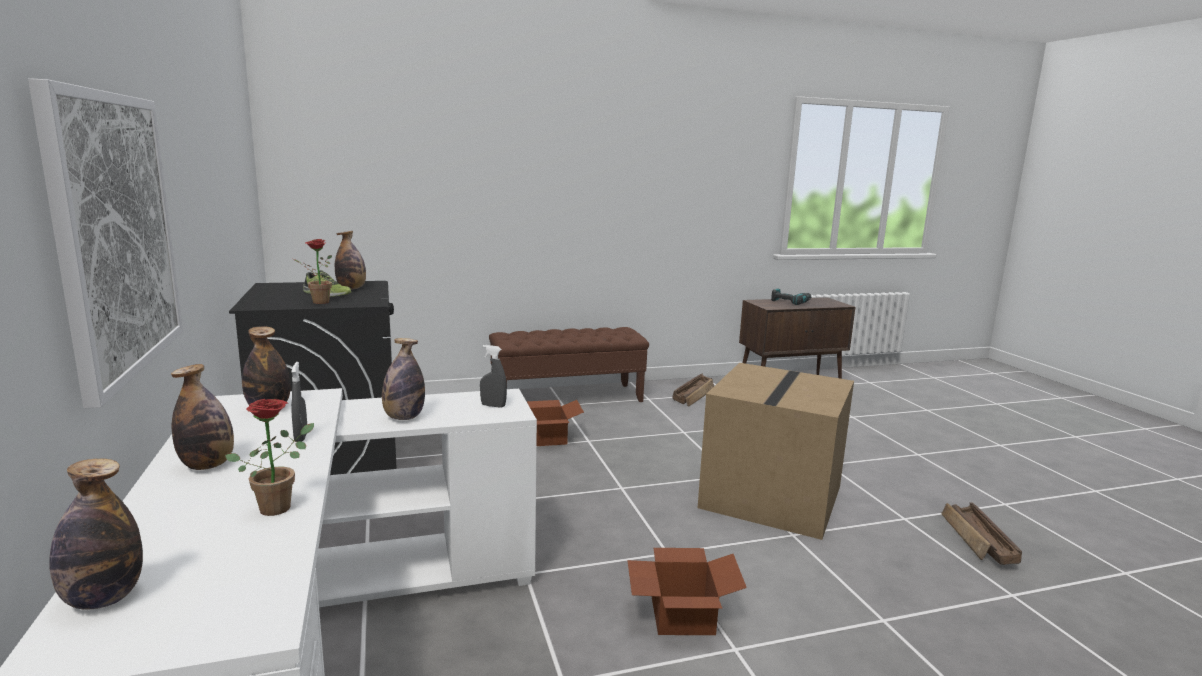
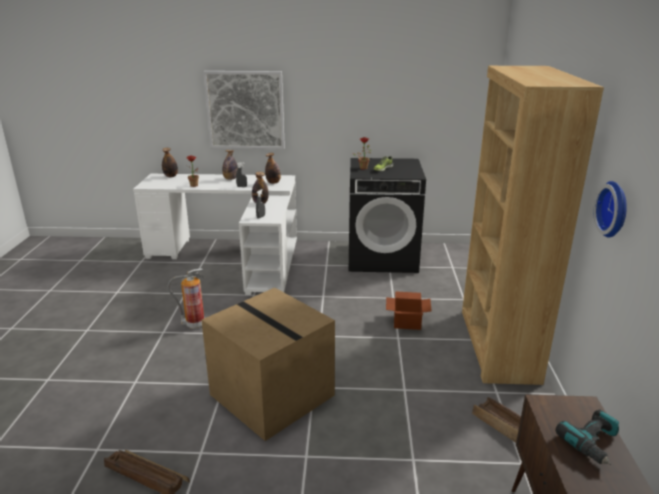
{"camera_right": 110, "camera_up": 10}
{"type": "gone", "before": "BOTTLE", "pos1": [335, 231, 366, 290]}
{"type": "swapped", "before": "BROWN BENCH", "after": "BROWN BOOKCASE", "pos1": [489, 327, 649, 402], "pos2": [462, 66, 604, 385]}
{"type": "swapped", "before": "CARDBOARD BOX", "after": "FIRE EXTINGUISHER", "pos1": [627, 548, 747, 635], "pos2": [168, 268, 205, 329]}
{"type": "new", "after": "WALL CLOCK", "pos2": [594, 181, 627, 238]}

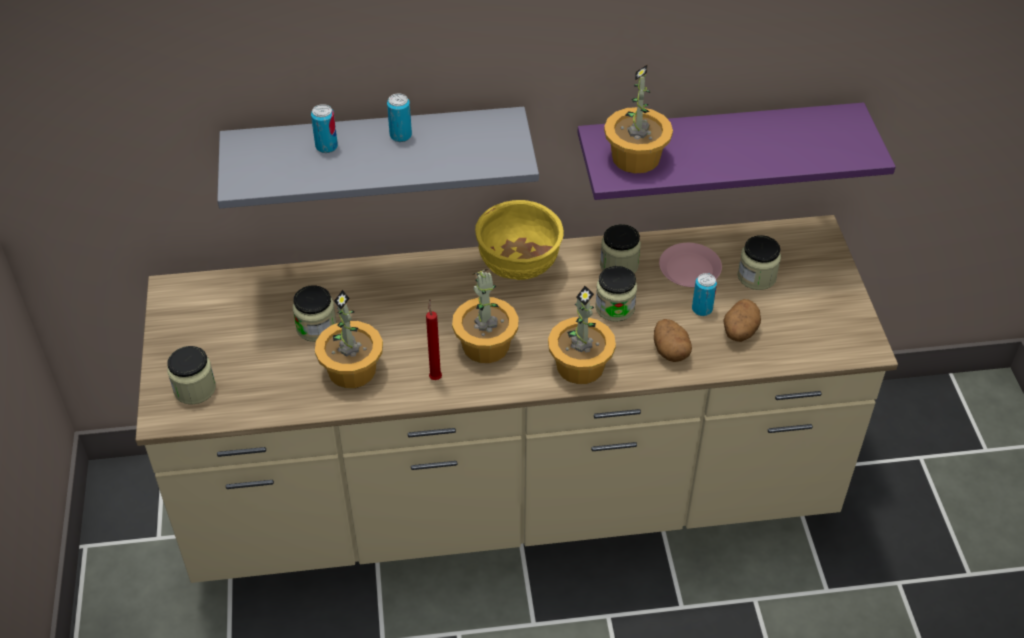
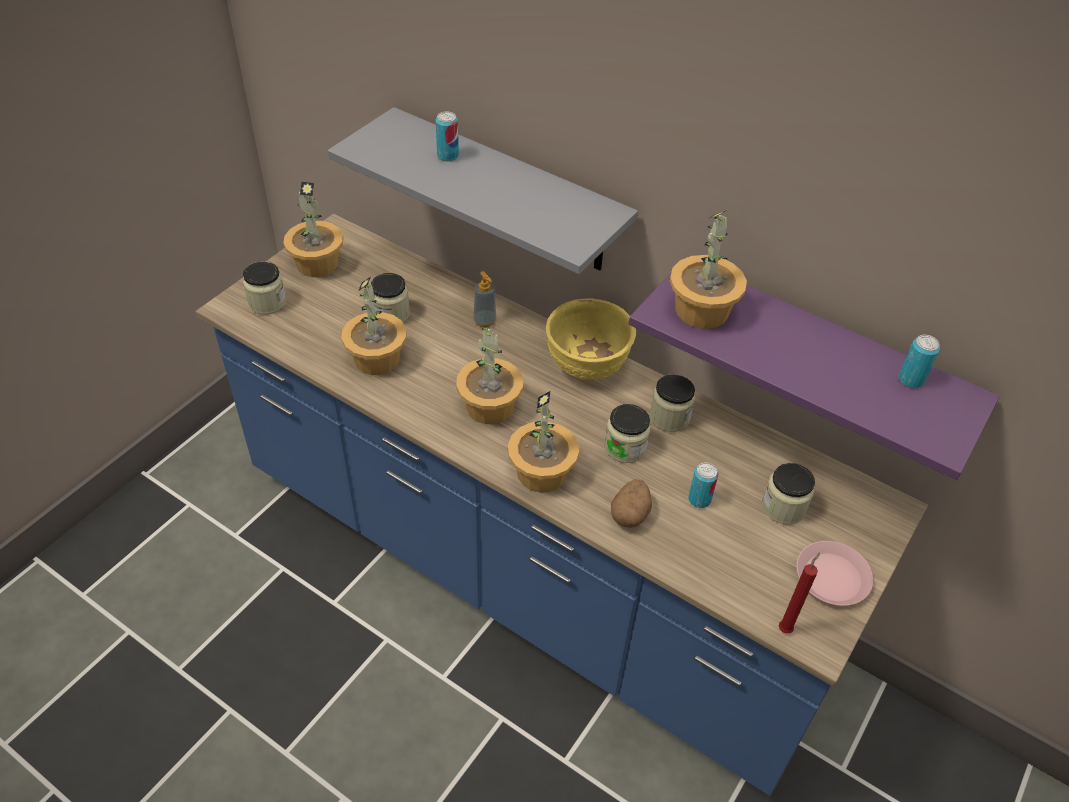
{"camera_right": 40, "camera_up": 0}
{"type": "repainted", "before": "BEIGE COUNTER", "after": "BLUE COUNTER", "pos1": [136, 215, 898, 583], "pos2": [196, 214, 928, 796]}
{"type": "shifted", "before": "CAN", "pos1": [387, 93, 412, 142], "pos2": [898, 335, 940, 388]}
{"type": "shifted", "before": "RED CANDLE", "pos1": [426, 299, 442, 380], "pos2": [779, 552, 820, 634]}
{"type": "shifted", "before": "PINK PLATE", "pos1": [659, 243, 722, 287], "pos2": [796, 541, 873, 606]}
{"type": "gone", "before": "POTATO", "pos1": [723, 299, 761, 342]}
{"type": "new", "after": "POTTED PLANT", "pos2": [283, 182, 343, 277]}
{"type": "new", "after": "SOAP DISPENSER", "pos2": [473, 271, 496, 327]}

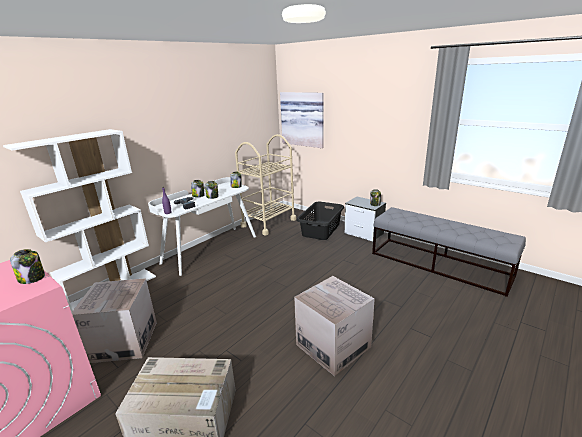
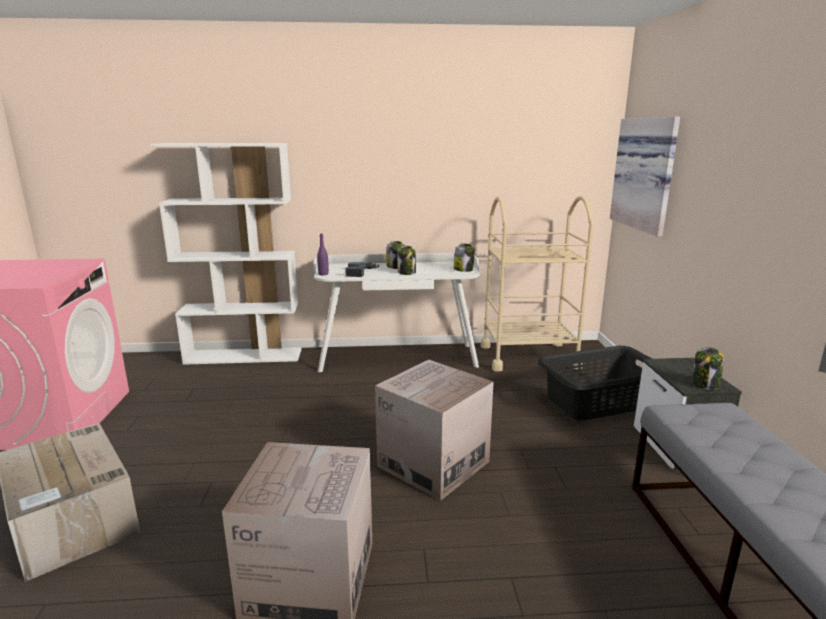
{"camera_right": 45, "camera_up": -5}
{"type": "gone", "before": "JAR", "pos1": [10, 249, 45, 284]}
{"type": "shifted", "before": "CARDBOARD BOX", "pos1": [72, 278, 157, 363], "pos2": [375, 360, 494, 501]}

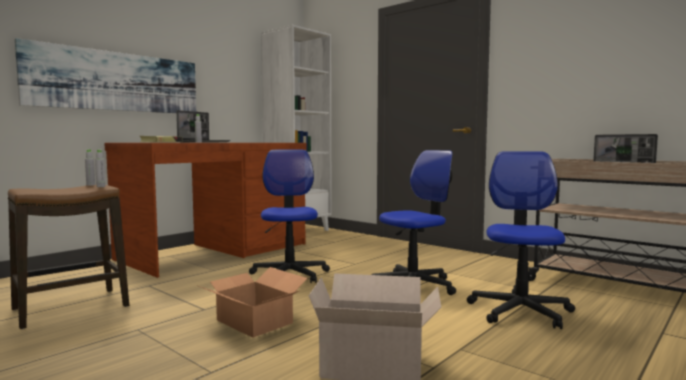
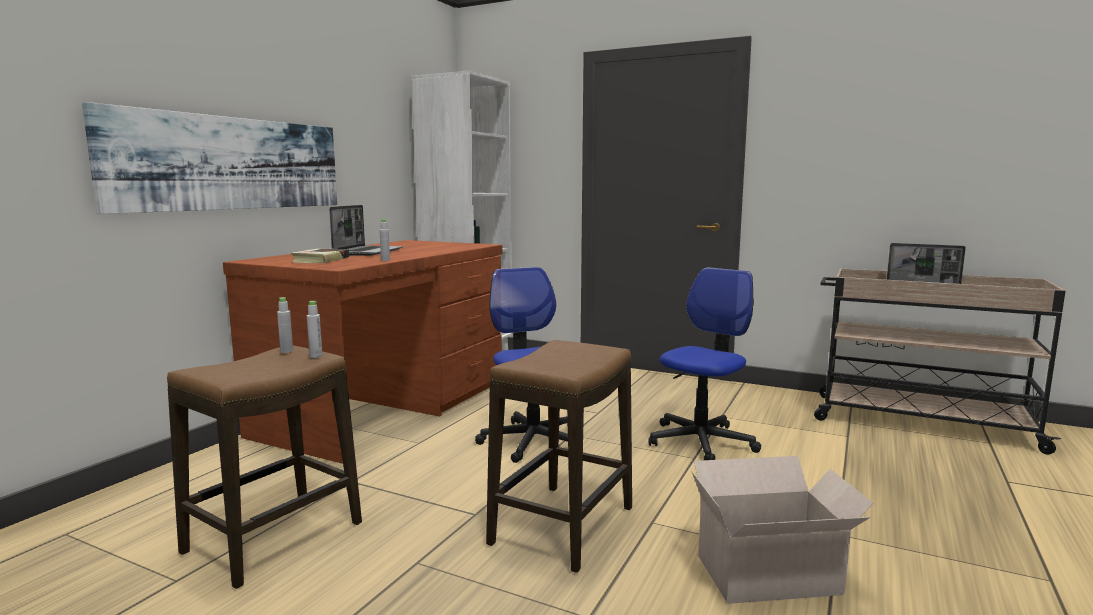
{"camera_right": -15, "camera_up": 5}
{"type": "swapped", "before": "CARDBOARD BOX", "after": "STOOL", "pos1": [199, 267, 307, 338], "pos2": [486, 340, 632, 573]}
{"type": "gone", "before": "OFFICE CHAIR", "pos1": [467, 151, 575, 329]}

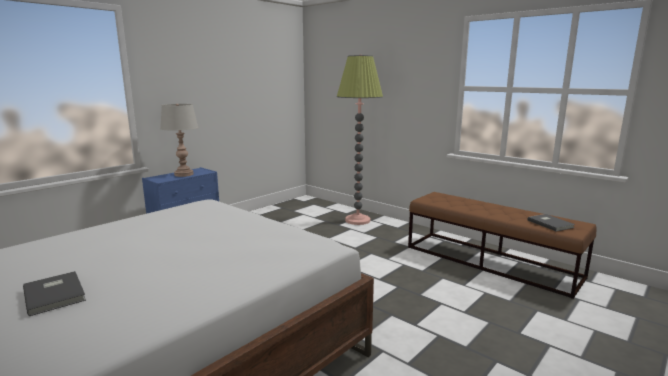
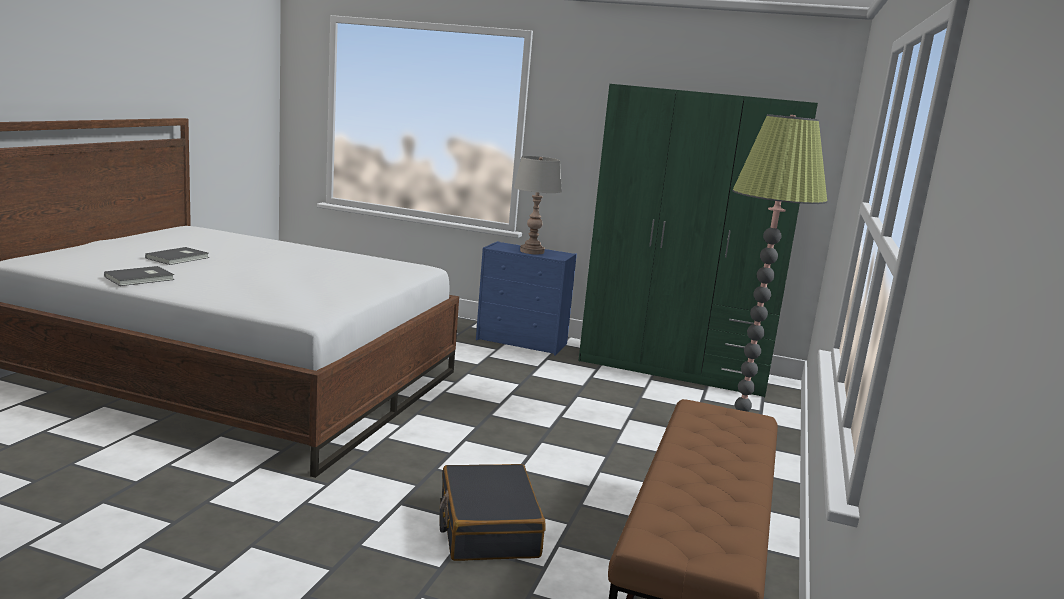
{"camera_right": 65, "camera_up": 0}
{"type": "shifted", "before": "GREY BOOK", "pos1": [527, 214, 575, 231], "pos2": [104, 266, 175, 286]}
{"type": "new", "after": "BLACK SUITCASE", "pos2": [439, 464, 546, 561]}
{"type": "new", "after": "GREEN WARDROBE", "pos2": [578, 84, 818, 397]}

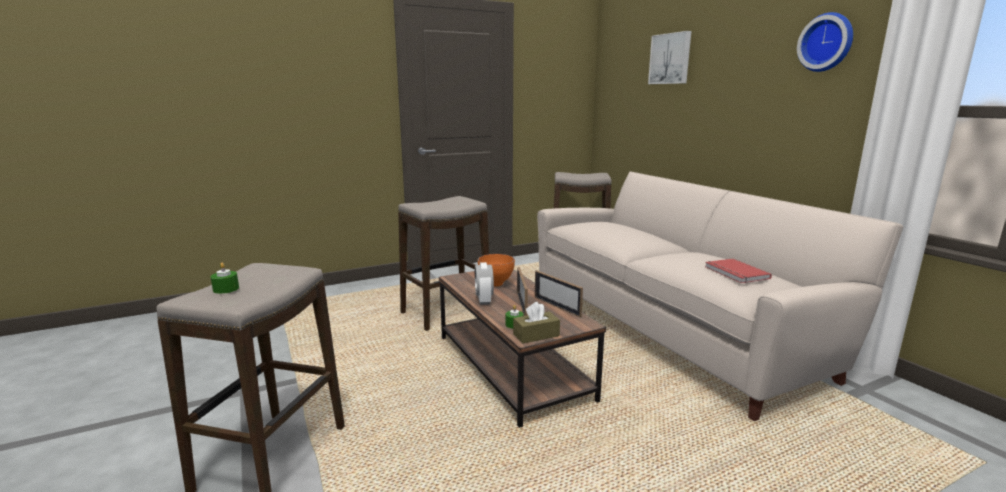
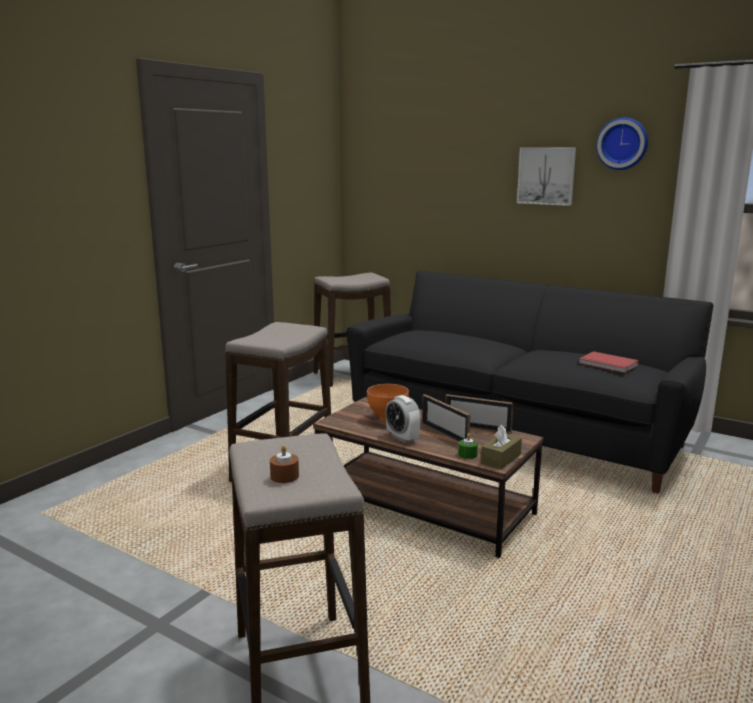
{"camera_right": -30, "camera_up": 0}
{"type": "repainted", "before": "GREEN CANDLE", "after": "BROWN CANDLE", "pos1": [210, 263, 239, 294], "pos2": [270, 445, 299, 483]}
{"type": "repainted", "before": "BEIGE SOFA", "after": "BLACK SOFA", "pos1": [537, 172, 903, 421], "pos2": [346, 271, 714, 494]}
{"type": "shifted", "before": "PICTURE", "pos1": [648, 31, 691, 84], "pos2": [517, 148, 576, 206]}

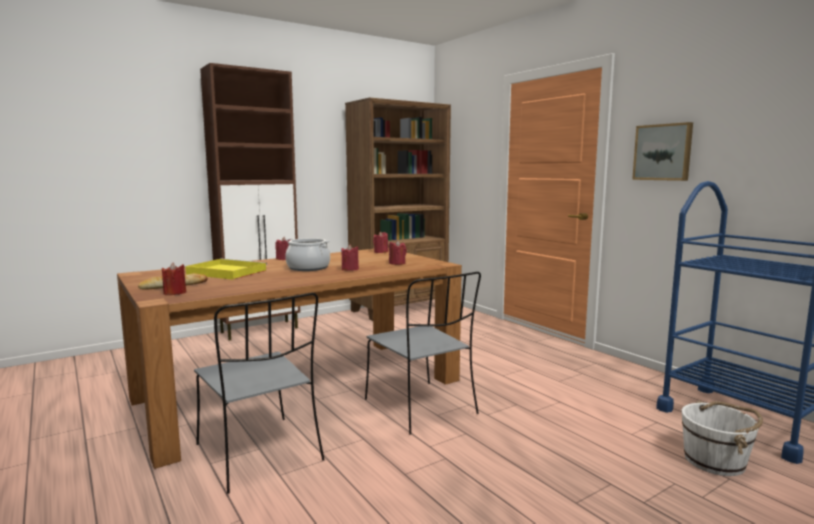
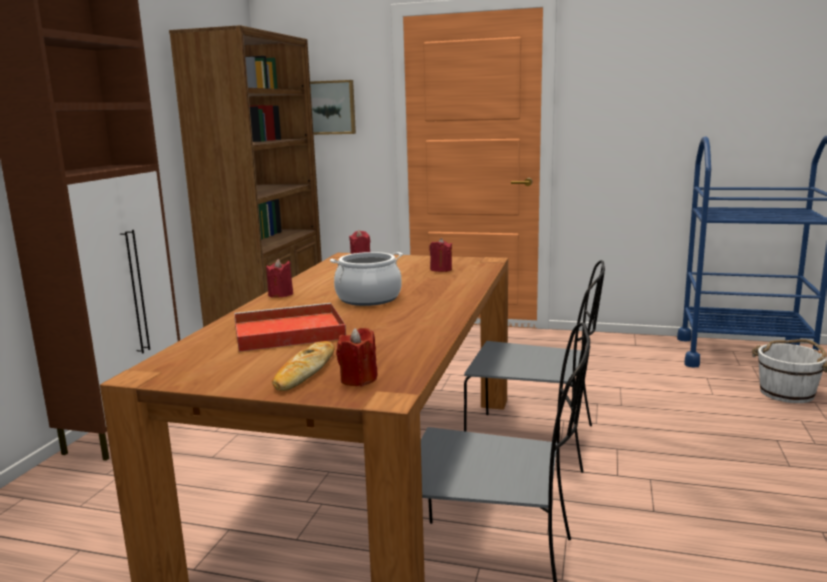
{"camera_right": -40, "camera_up": 5}
{"type": "repainted", "before": "YELLOW TRAY", "after": "RED TRAY", "pos1": [185, 259, 267, 280], "pos2": [234, 303, 346, 352]}
{"type": "gone", "before": "RED CANDLE", "pos1": [341, 244, 359, 271]}
{"type": "shifted", "before": "PICTURE", "pos1": [632, 122, 693, 181], "pos2": [310, 80, 356, 135]}

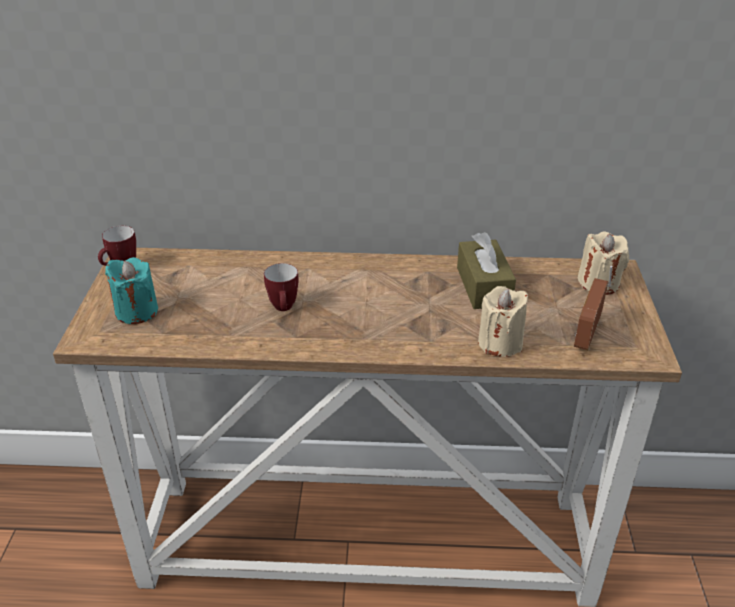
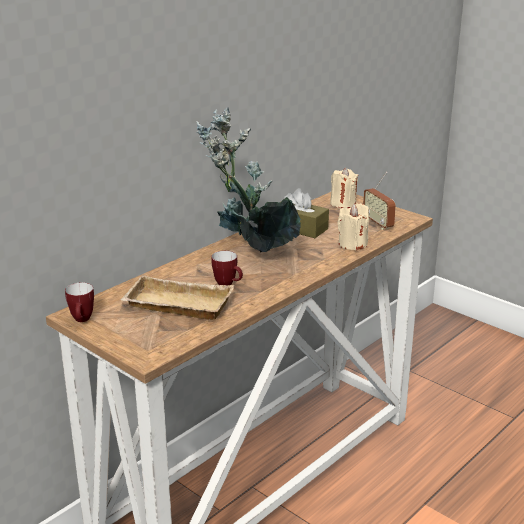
{"camera_right": -50, "camera_up": -10}
{"type": "gone", "before": "TURQUOISE CANDLE", "pos1": [105, 257, 158, 324]}
{"type": "new", "after": "BEIGE TRAY", "pos2": [121, 275, 234, 320]}
{"type": "new", "after": "POTTED PLANT", "pos2": [197, 107, 301, 252]}

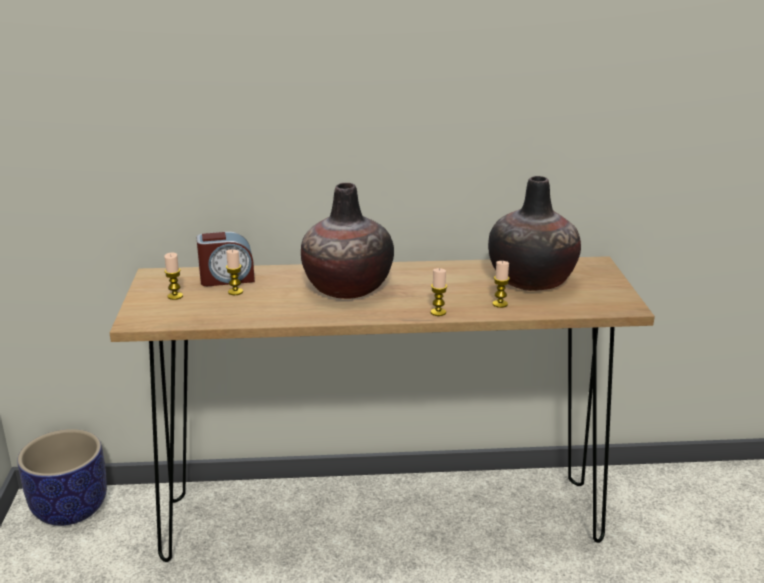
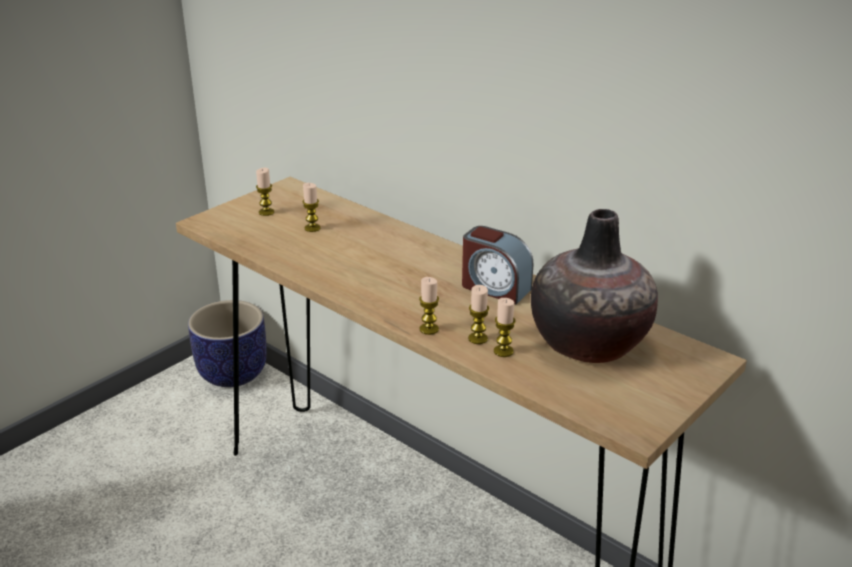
{"camera_right": 45, "camera_up": 5}
{"type": "shifted", "before": "ALARM CLOCK", "pos1": [196, 232, 255, 286], "pos2": [462, 226, 533, 304]}
{"type": "gone", "before": "VASE", "pos1": [301, 183, 394, 299]}
{"type": "new", "after": "CANDLE", "pos2": [468, 285, 489, 344]}

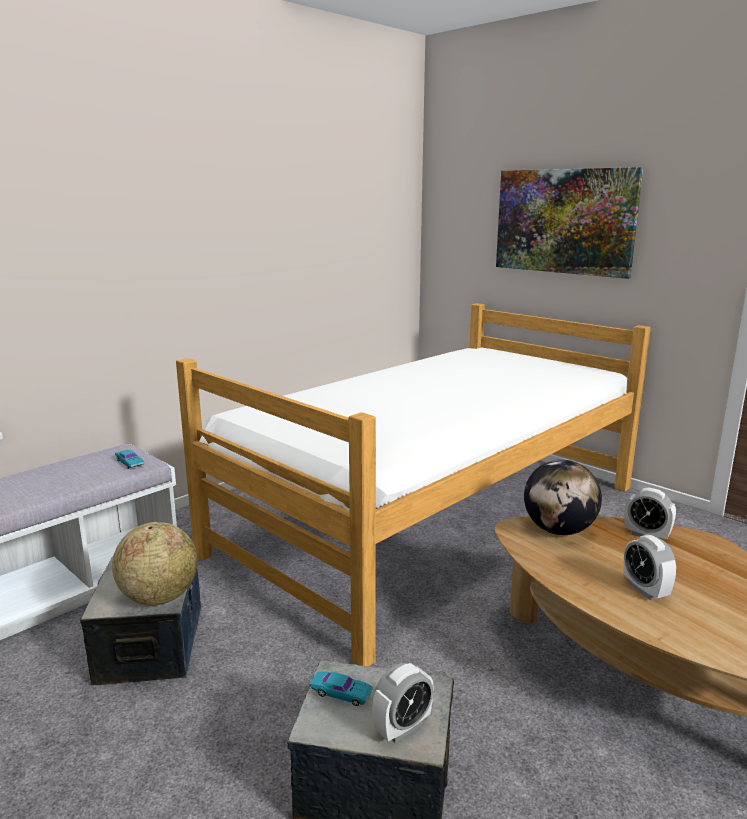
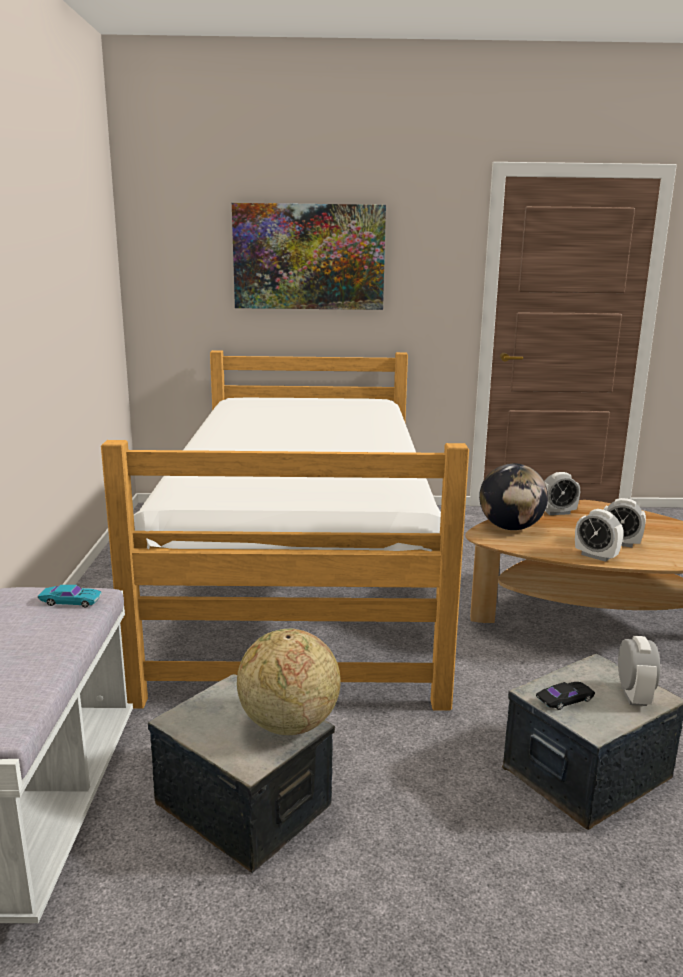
{"camera_right": -45, "camera_up": 0}
{"type": "repainted", "before": "TURQUOISE TOY CAR", "after": "BLACK TOY CAR", "pos1": [310, 671, 373, 706], "pos2": [536, 682, 595, 710]}
{"type": "new", "after": "ALARM CLOCK", "pos2": [575, 509, 623, 562]}

